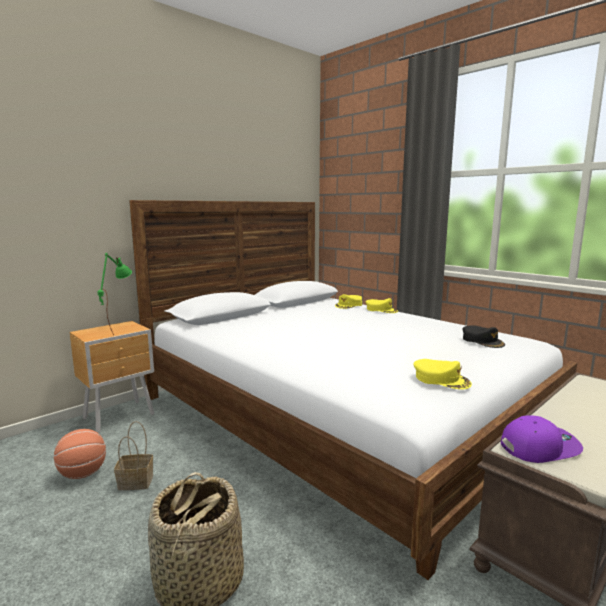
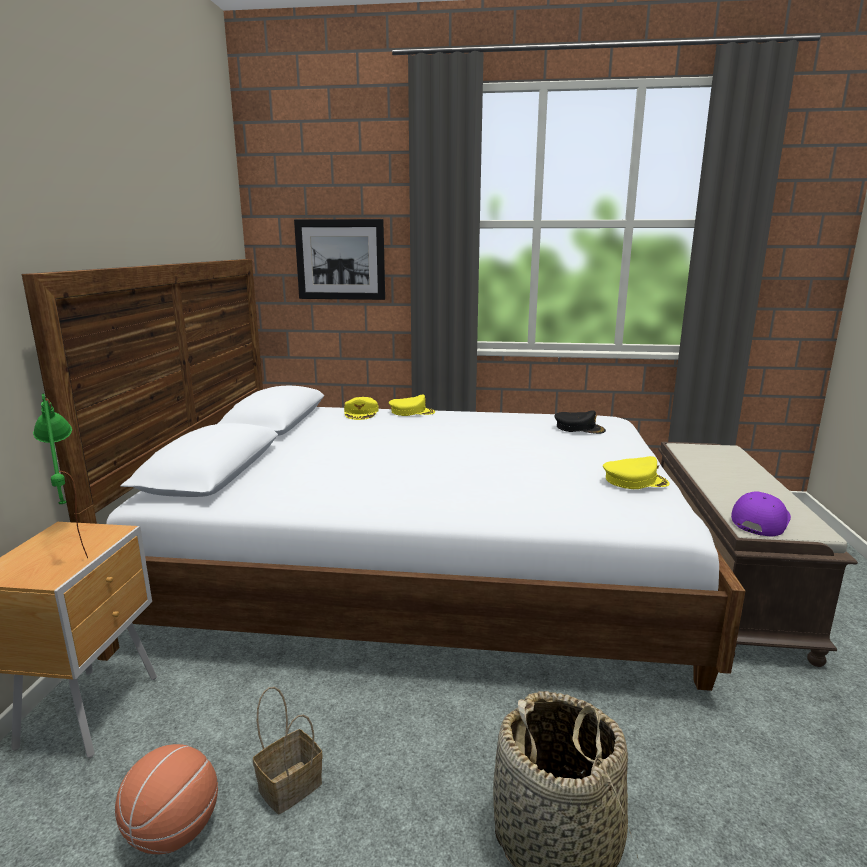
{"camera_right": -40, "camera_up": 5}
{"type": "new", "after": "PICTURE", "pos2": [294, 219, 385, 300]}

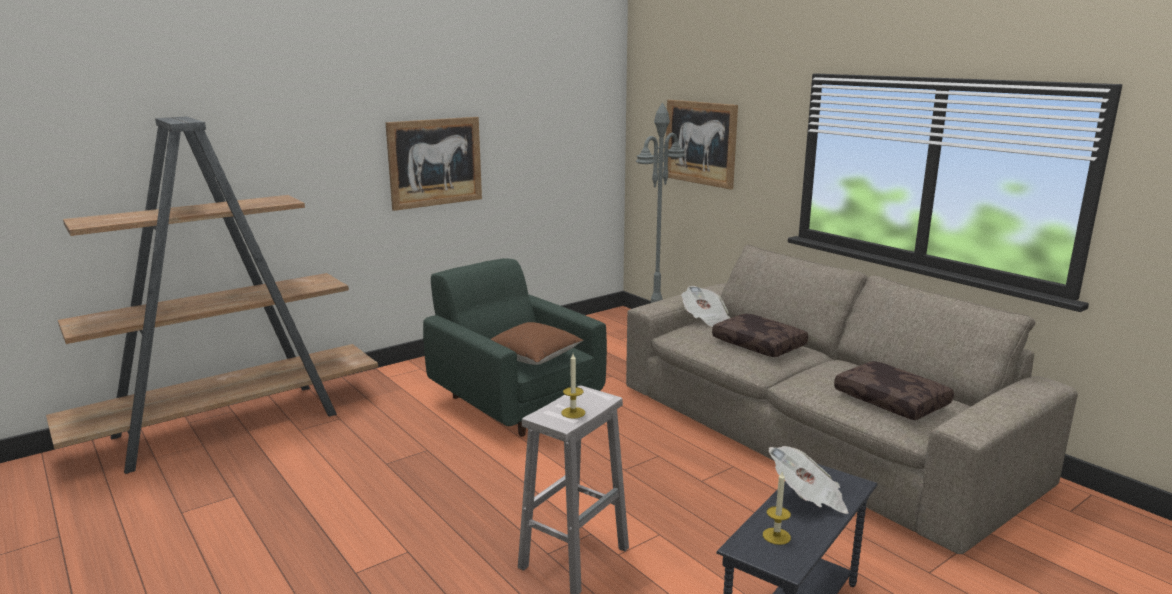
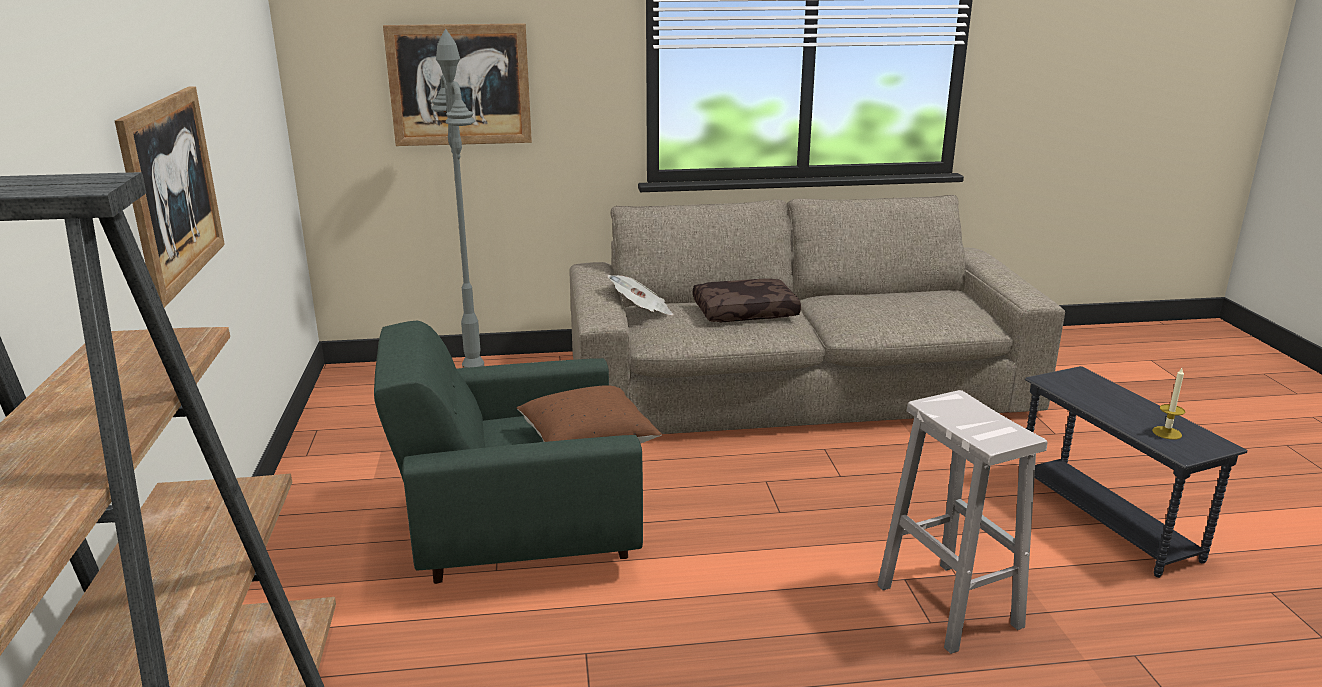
{"camera_right": -60, "camera_up": 5}
{"type": "gone", "before": "CANDLE", "pos1": [561, 354, 585, 418]}
{"type": "gone", "before": "NEWSPAPER", "pos1": [769, 446, 849, 514]}
{"type": "gone", "before": "BROWN PILLOW", "pos1": [834, 361, 954, 420]}

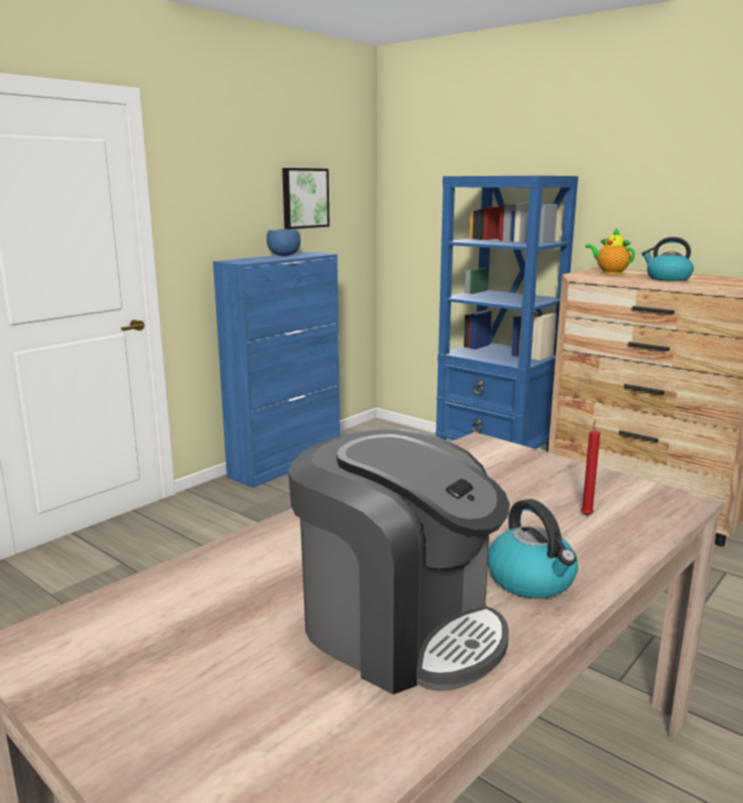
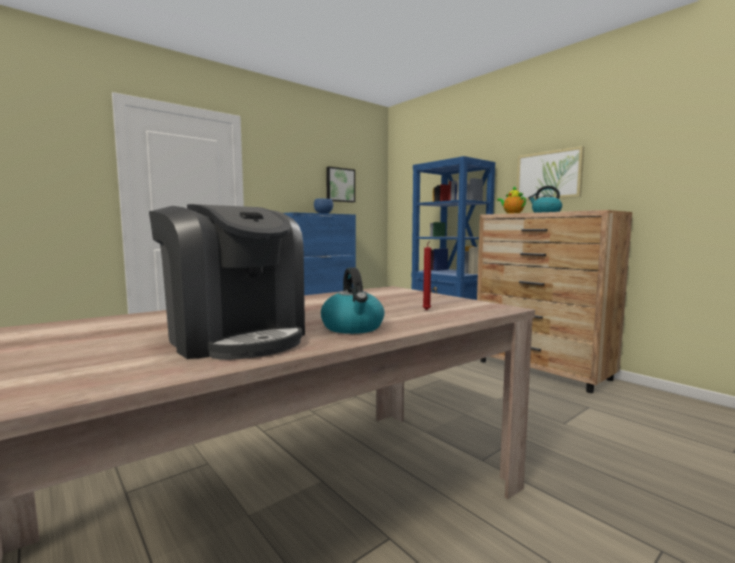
{"camera_right": 10, "camera_up": -10}
{"type": "new", "after": "PICTURE", "pos2": [517, 146, 584, 200]}

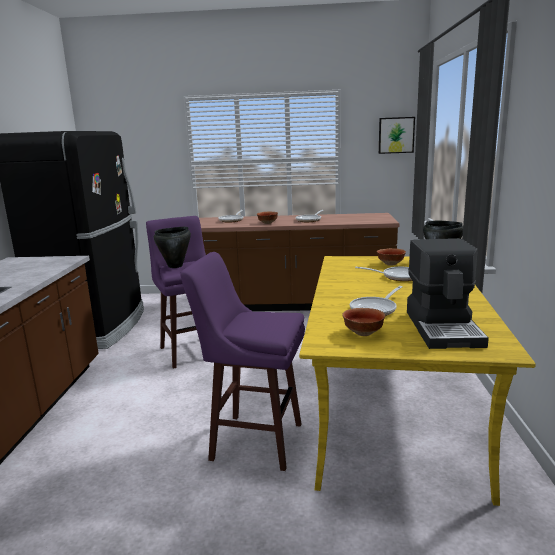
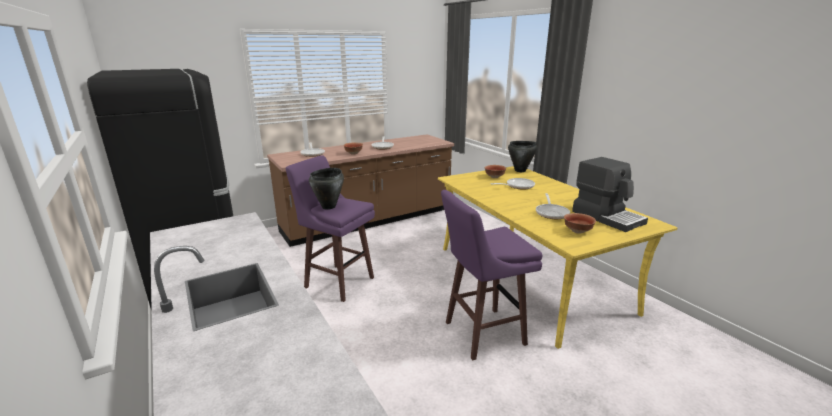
{"camera_right": -35, "camera_up": 5}
{"type": "gone", "before": "PICTURE", "pos1": [379, 117, 415, 154]}

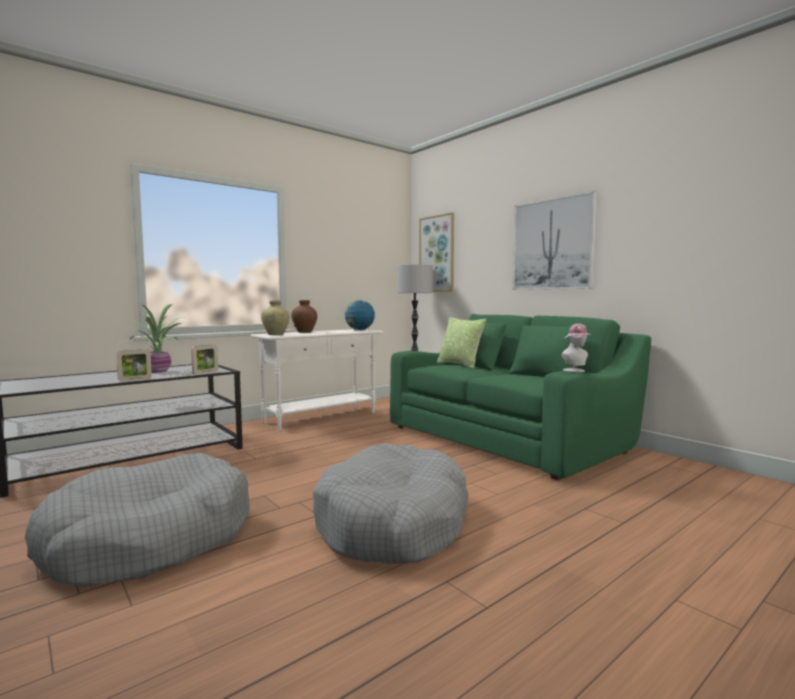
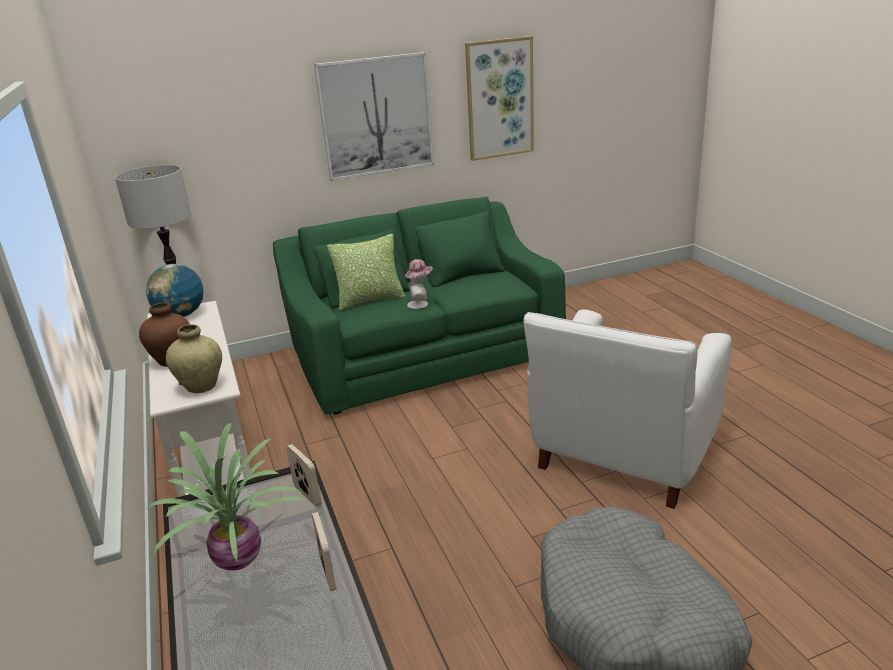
{"camera_right": -70, "camera_up": 20}
{"type": "swapped", "before": "GREY DOG BED", "after": "WHITE ARMCHAIR", "pos1": [313, 443, 469, 564], "pos2": [523, 310, 732, 509]}
{"type": "shifted", "before": "PICTURE", "pos1": [419, 212, 454, 292], "pos2": [465, 36, 534, 161]}
{"type": "shifted", "before": "HAT", "pos1": [561, 324, 592, 372], "pos2": [405, 259, 433, 309]}

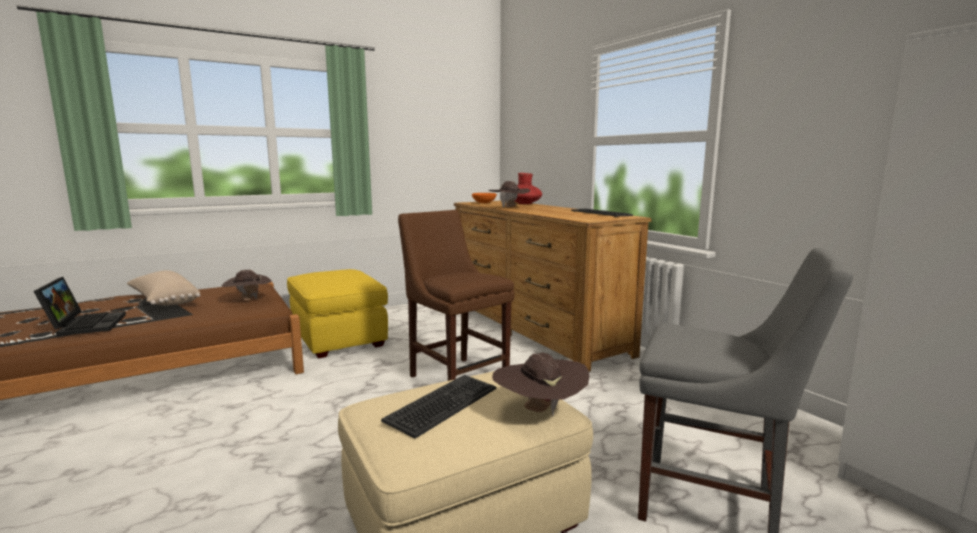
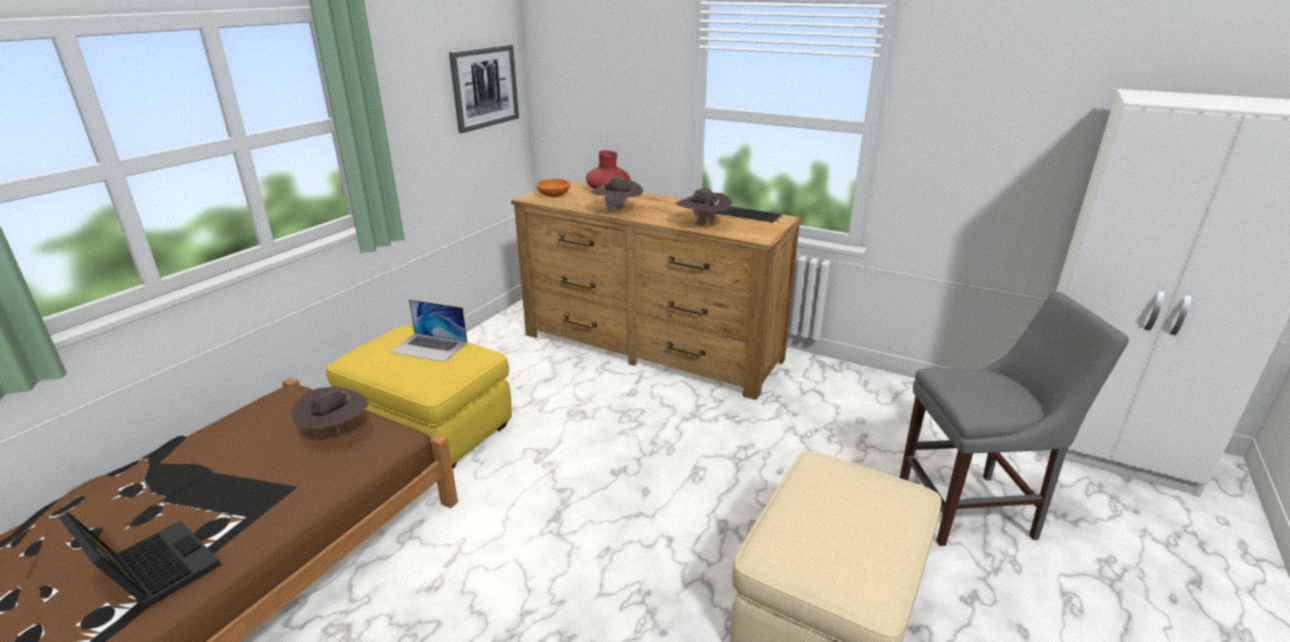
{"camera_right": -30, "camera_up": 15}
{"type": "gone", "before": "BEIGE PILLOW", "pos1": [126, 270, 200, 305]}
{"type": "gone", "before": "KEYBOARD", "pos1": [381, 375, 496, 439]}
{"type": "gone", "before": "BROWN CHAIR", "pos1": [398, 210, 515, 381]}
{"type": "shifted", "before": "BROWN HAT", "pos1": [492, 352, 589, 416], "pos2": [675, 188, 732, 226]}
{"type": "new", "after": "LAPTOP", "pos2": [390, 300, 467, 362]}
{"type": "new", "after": "PICTURE", "pos2": [449, 45, 519, 133]}

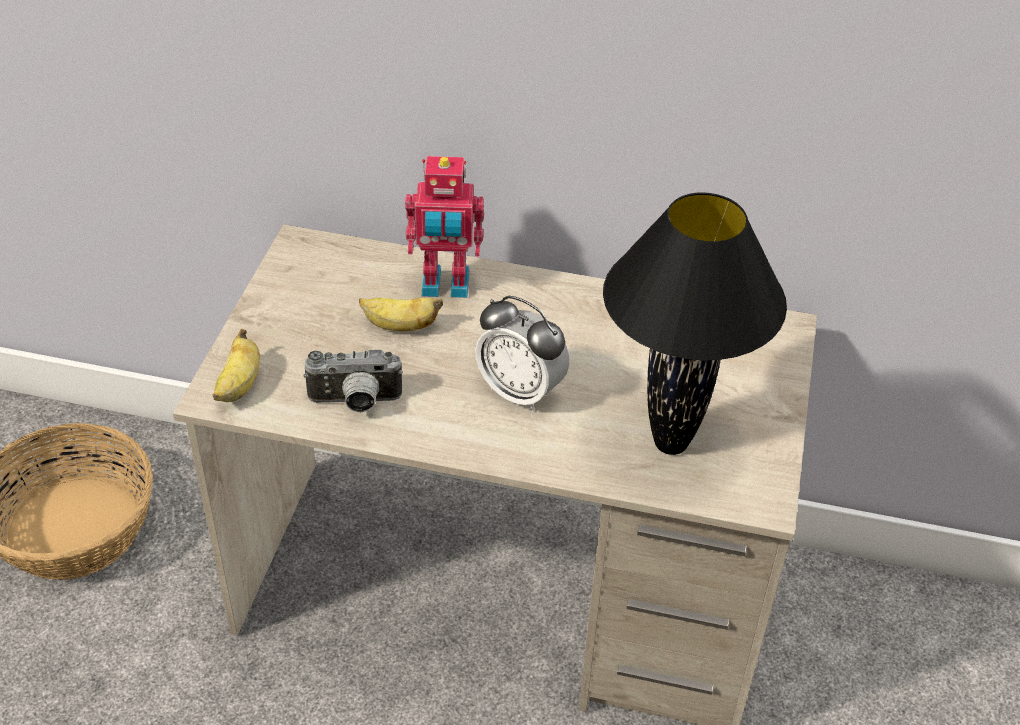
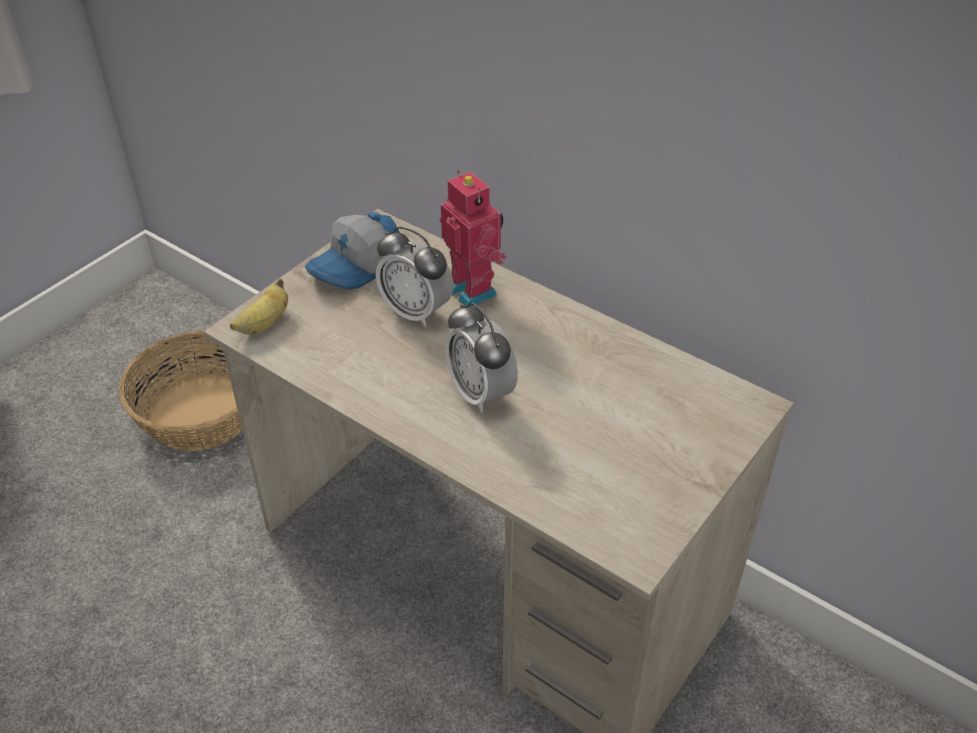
{"camera_right": 25, "camera_up": 0}
{"type": "gone", "before": "PHOTO CAMERA", "pos1": [303, 350, 403, 413]}
{"type": "swapped", "before": "BANANA", "after": "ALARM CLOCK", "pos1": [359, 298, 443, 331], "pos2": [376, 226, 453, 327]}
{"type": "rotated", "before": "TOY ROBOT", "pos1": [405, 156, 484, 298], "pos2": [440, 170, 506, 307], "turn": -150}
{"type": "gone", "before": "BLACK TABLE LAMP", "pos1": [603, 192, 787, 455]}
{"type": "new", "after": "CAP", "pos2": [305, 212, 400, 289]}

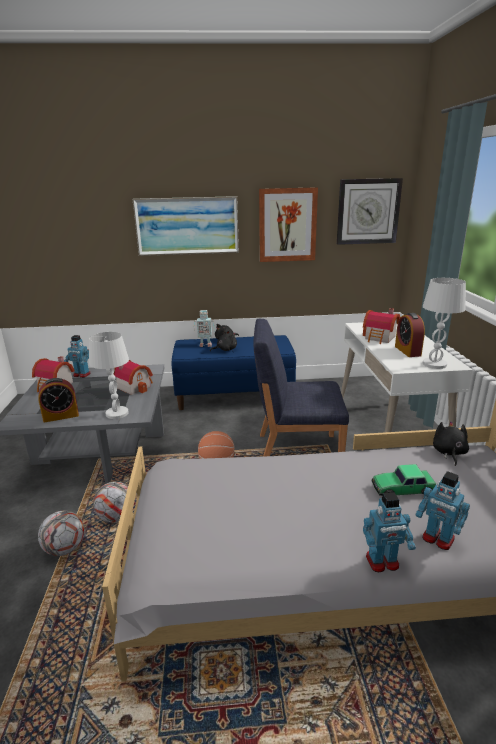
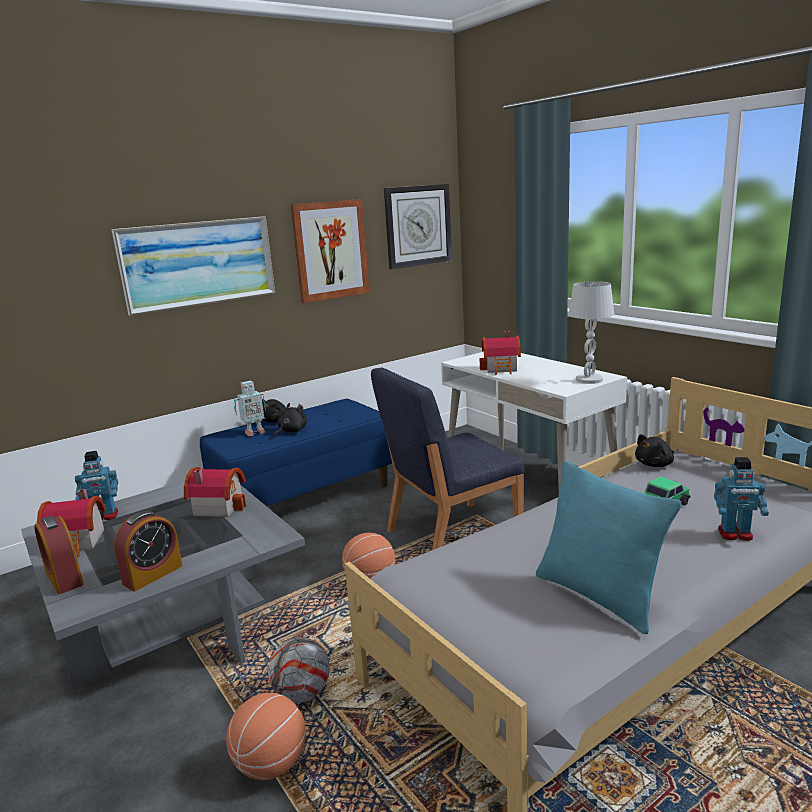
{"camera_right": -30, "camera_up": -5}
{"type": "swapped", "before": "FOOTBALL", "after": "BASKETBALL", "pos1": [38, 511, 84, 556], "pos2": [226, 693, 306, 780]}
{"type": "gone", "before": "WHITE TABLE LAMP", "pos1": [89, 332, 129, 419]}
{"type": "gone", "before": "TOY ROBOT", "pos1": [363, 492, 416, 572]}
{"type": "shifted", "before": "ALARM CLOCK", "pos1": [395, 313, 425, 357], "pos2": [34, 516, 84, 594]}
{"type": "rotated", "before": "BLACK PLUSH TOY", "pos1": [433, 421, 469, 466], "pos2": [635, 434, 674, 467], "turn": -105}
{"type": "new", "after": "TURQUOISE PILLOW", "pos2": [536, 461, 682, 634]}

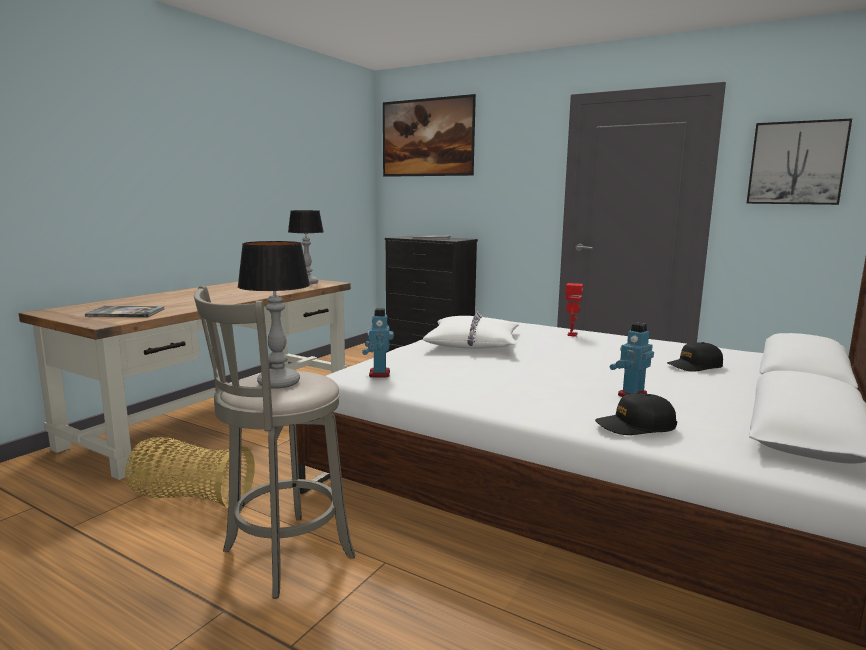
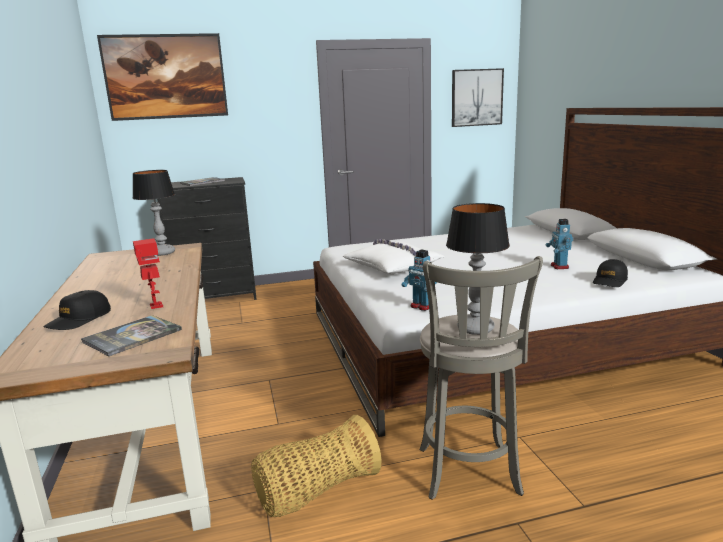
{"camera_right": -45, "camera_up": 5}
{"type": "shifted", "before": "TOY ROBOT", "pos1": [565, 283, 583, 337], "pos2": [133, 238, 163, 309]}
{"type": "shifted", "before": "BLACK CAP", "pos1": [667, 342, 723, 372], "pos2": [43, 290, 111, 330]}

